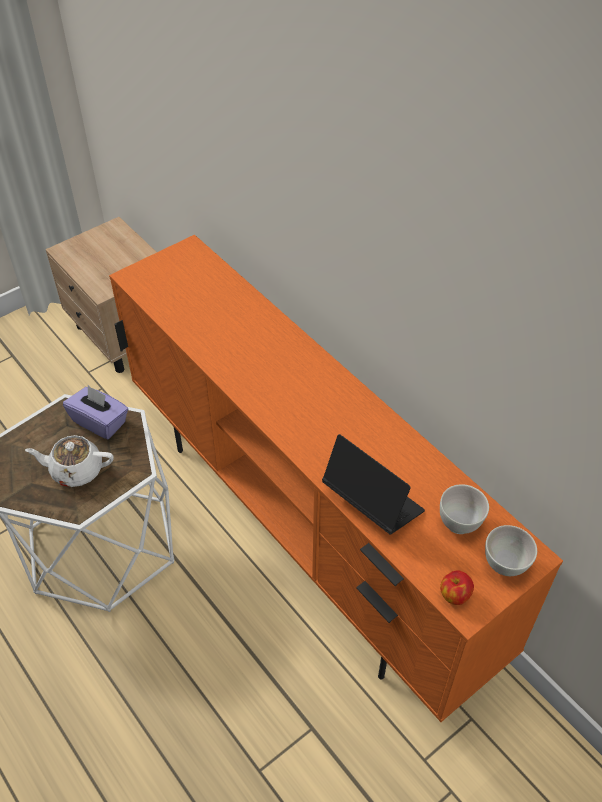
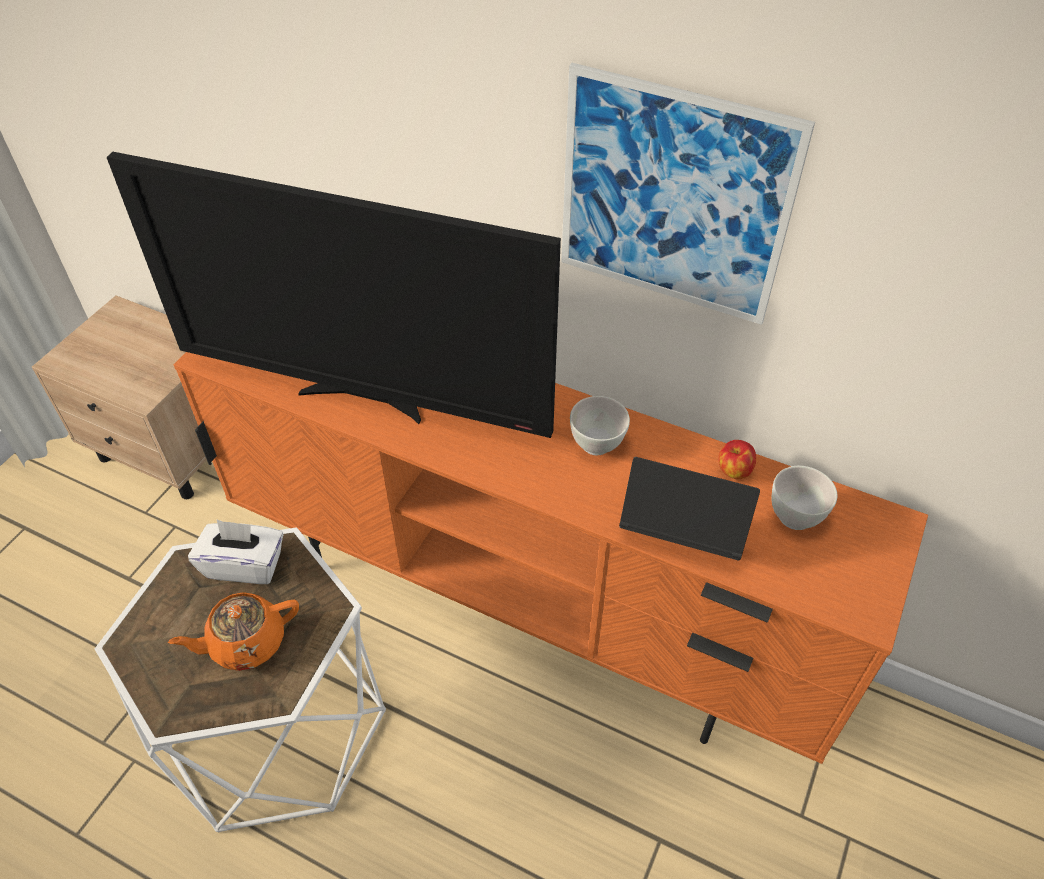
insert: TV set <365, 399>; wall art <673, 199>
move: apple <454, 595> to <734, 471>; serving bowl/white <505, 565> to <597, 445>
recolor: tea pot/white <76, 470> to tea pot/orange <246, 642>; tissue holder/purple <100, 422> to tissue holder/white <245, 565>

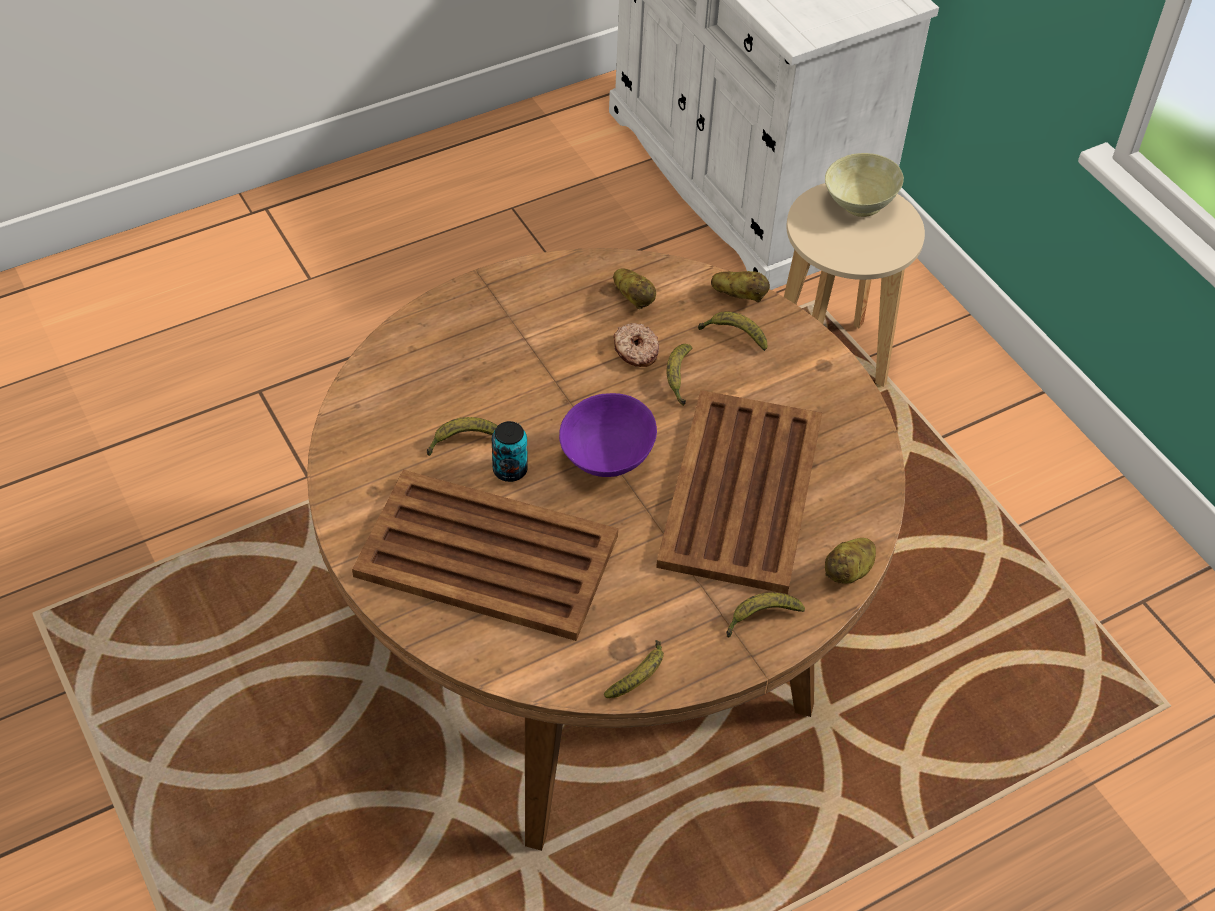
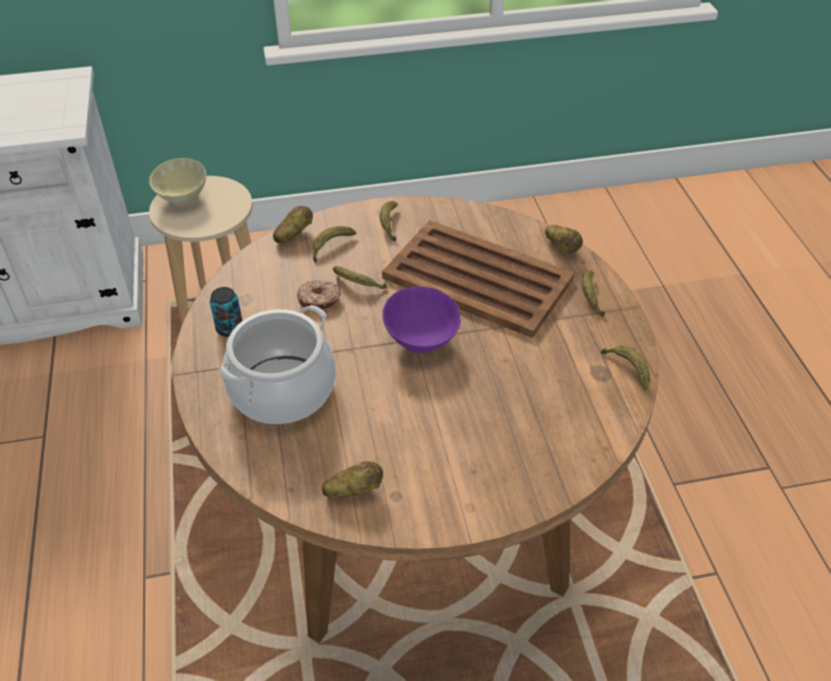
delete: carrying tray/brown <489, 557>
insert: saucepot <283, 390>
move: whole banana <463, 441> to <389, 224>; metal can <510, 470> to <229, 328>; potato <634, 298> to <353, 490>

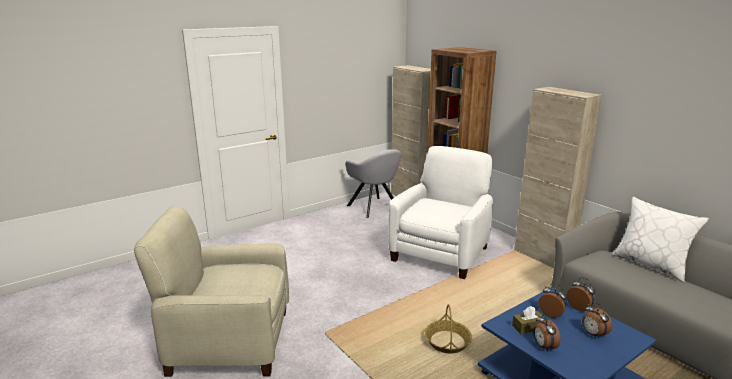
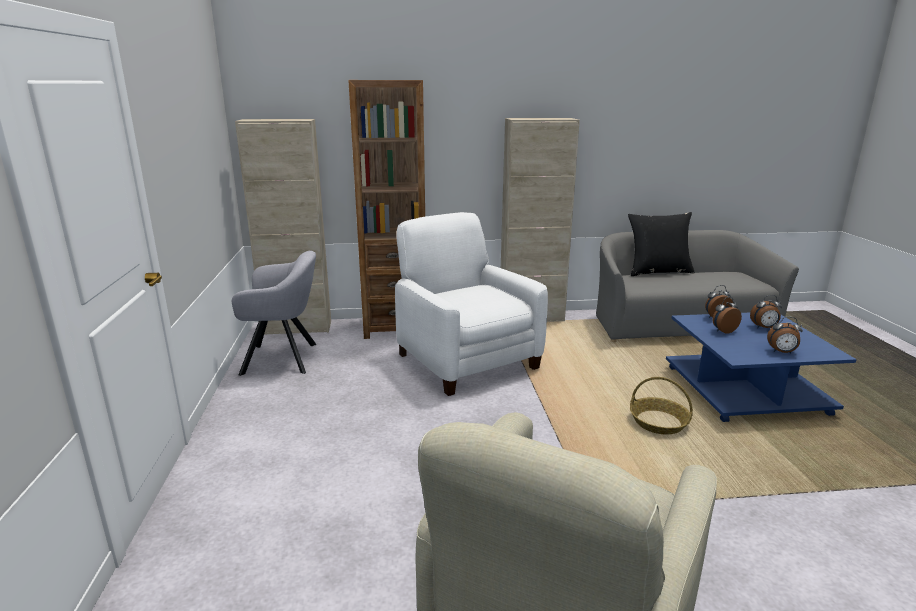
delete: tissue holder/brown <528, 327>
recolor: throw pillow/white <651, 264> to throw pillow/blackish <657, 271>

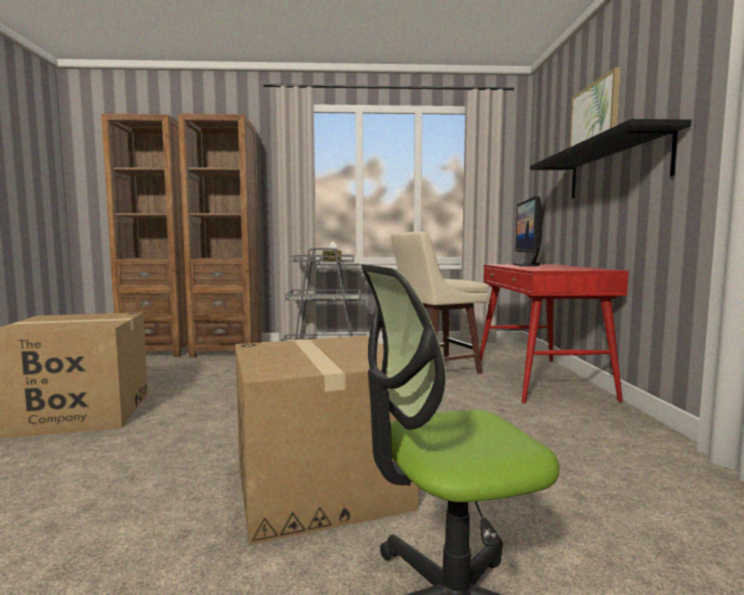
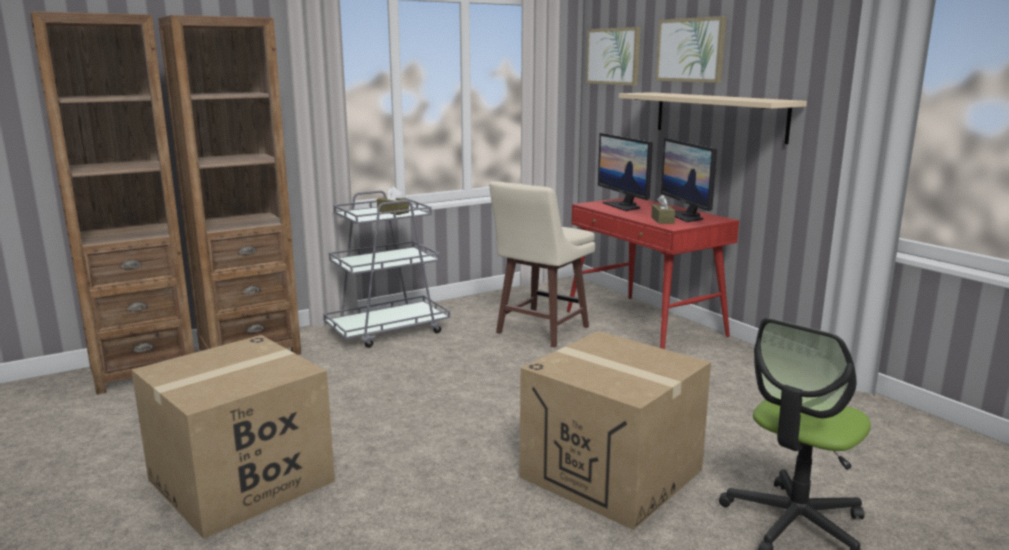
insert: wall art <613, 56>; tissue holder/brown <662, 220>; computer display <686, 216>
recolor: wall shelf/blackish <615, 168> to wall shelf/sand-coloured <719, 116>

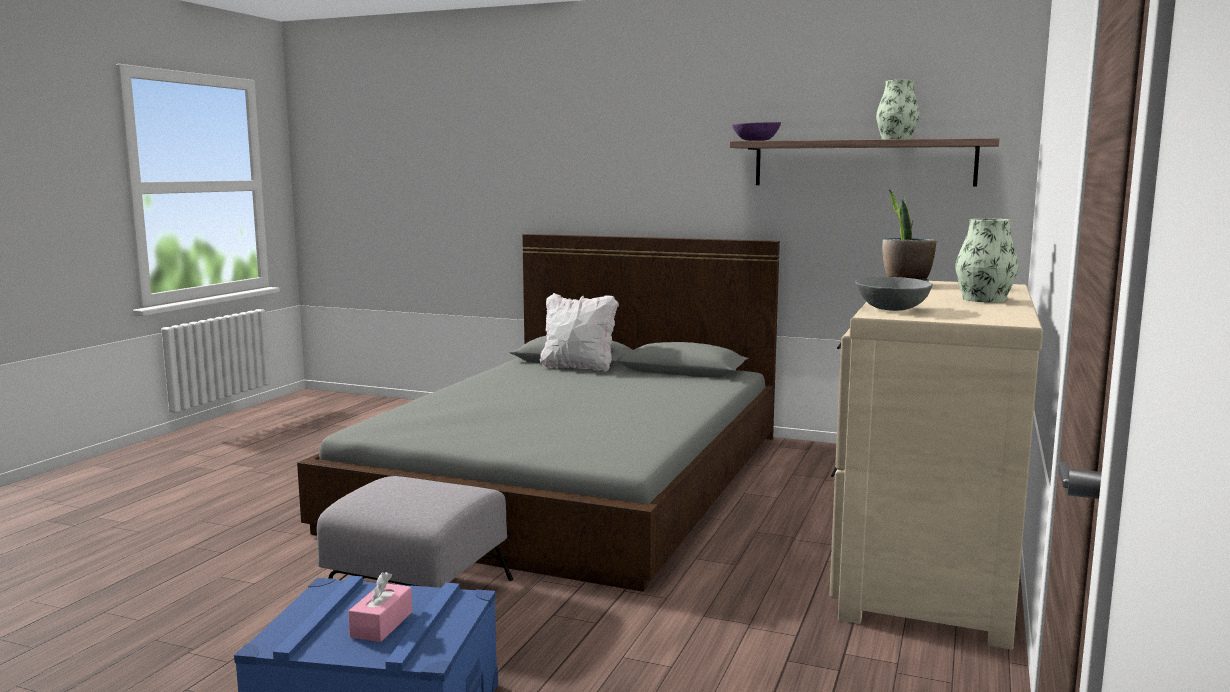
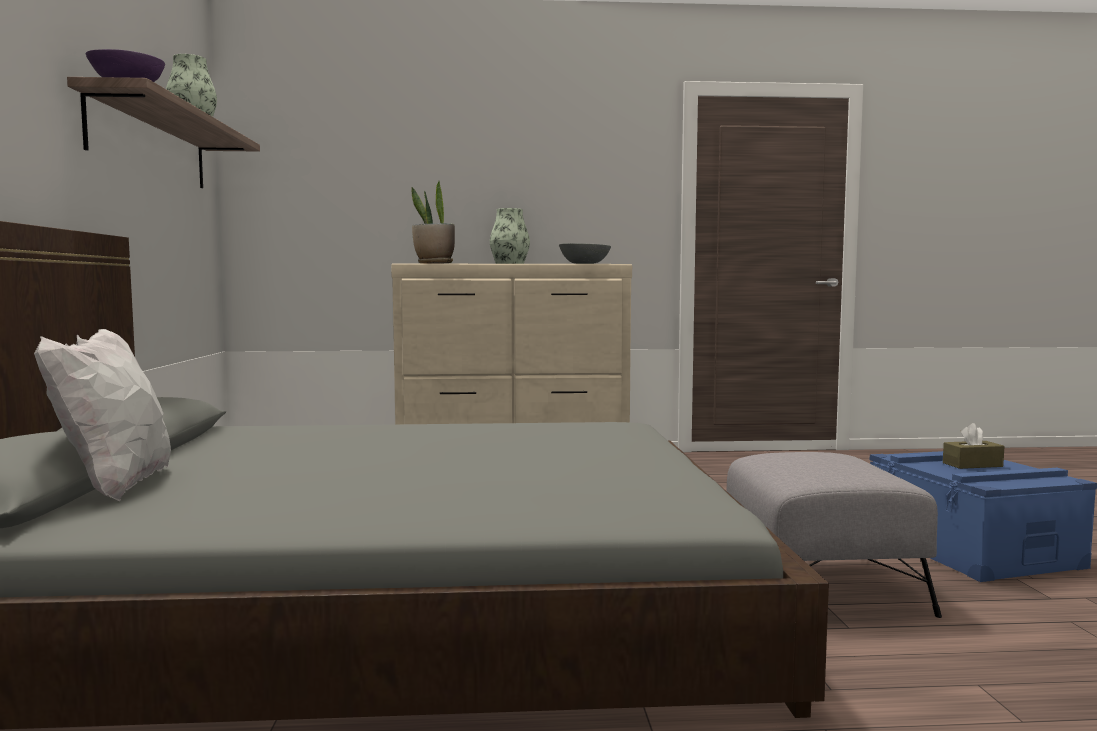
recolor: tissue holder/pinkish <381, 624> to tissue holder/brown <972, 465>

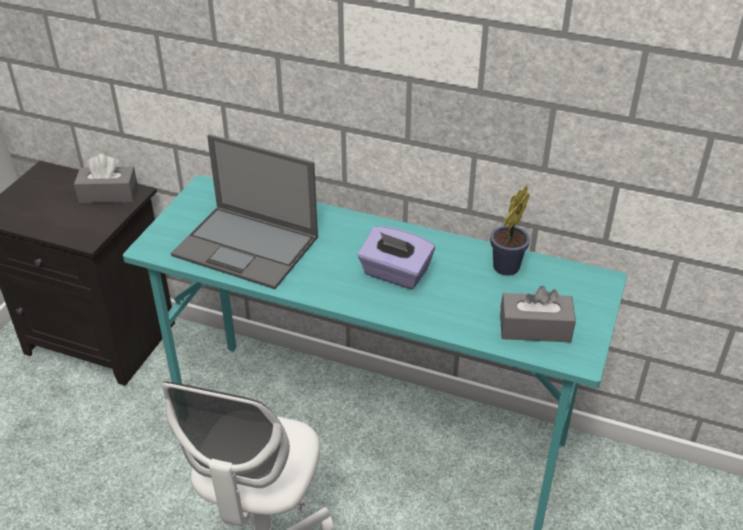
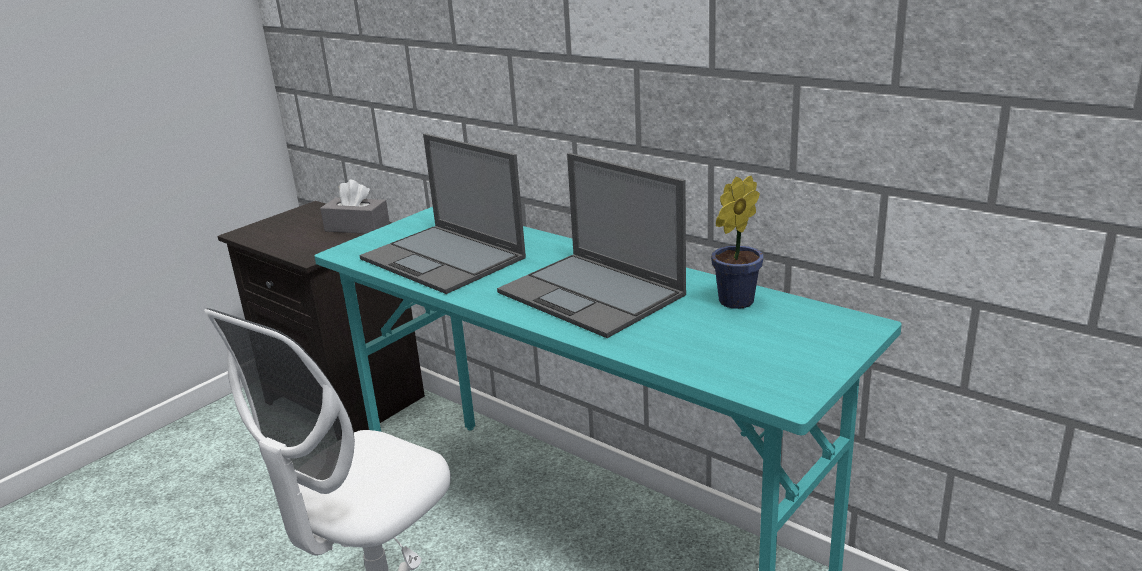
delete: tissue holder/grey <535, 328>
replace: tissue holder/purple <395, 274> to notebook computer <593, 294>

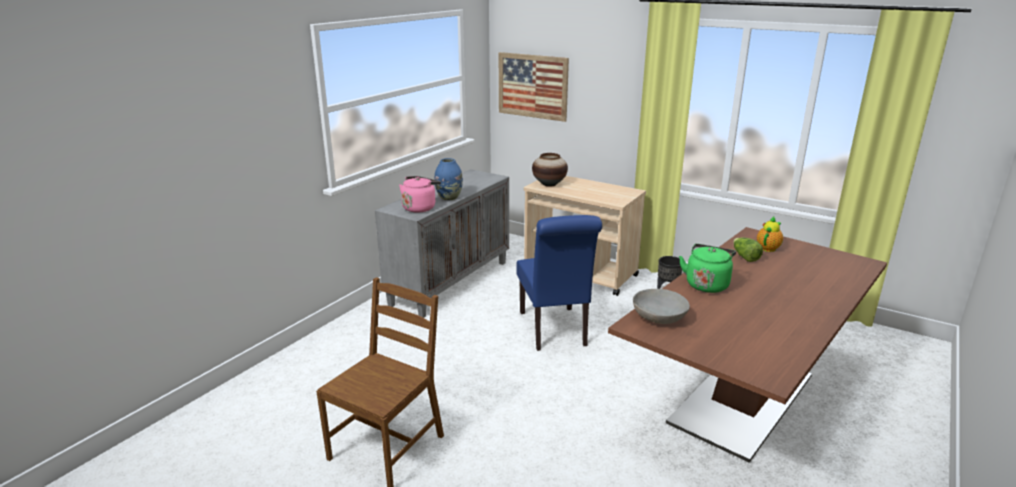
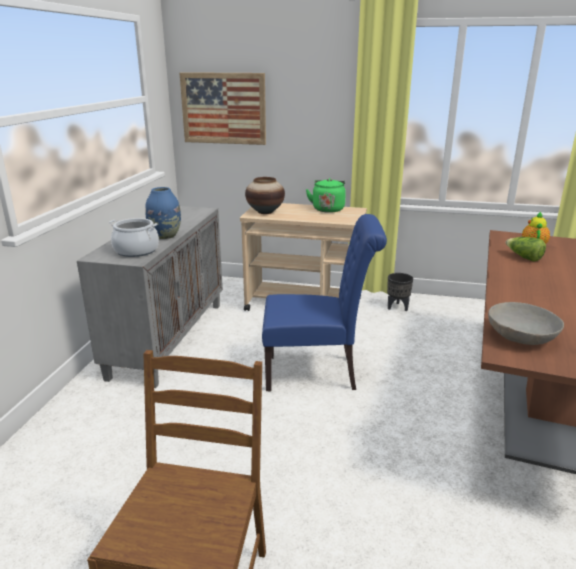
move: tea kettle/green <707, 284> to <328, 209>
replace: tea kettle/pinkish <420, 207> to saucepot <136, 250>
rotate: upright chair/blue-coloured <554, 331> = <317, 373> 60 degrees counterclockwise

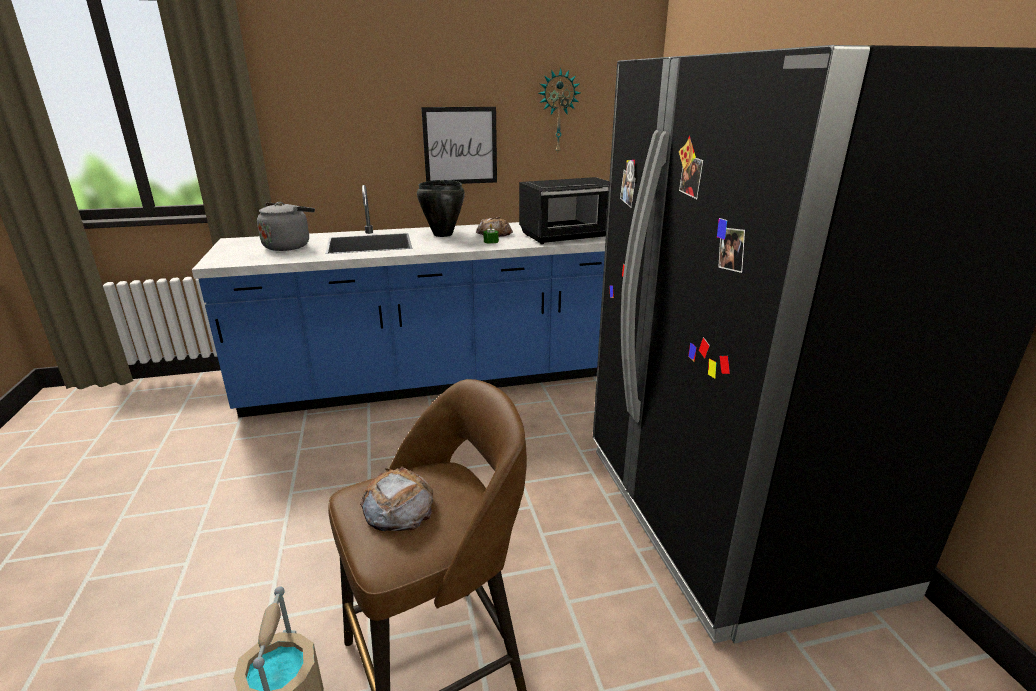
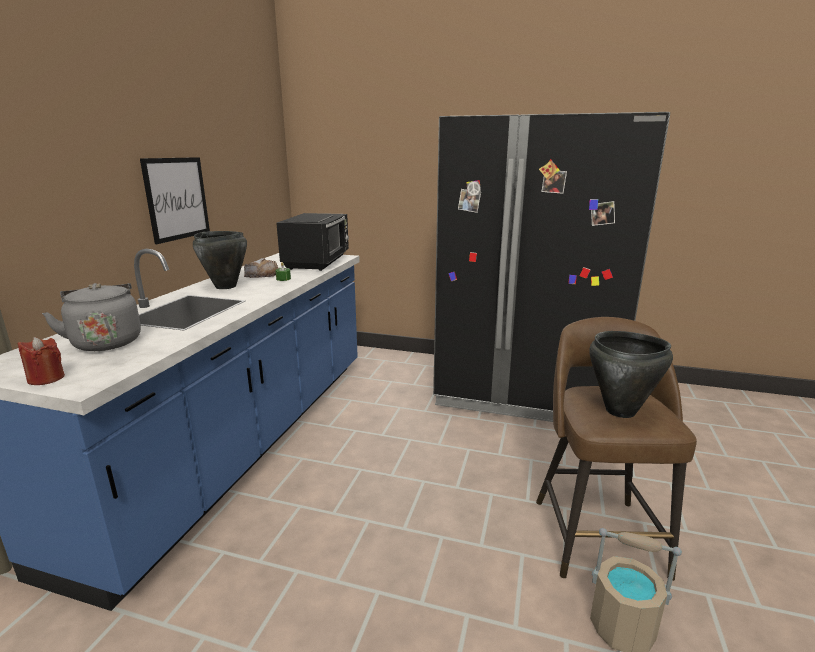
delete: wall clock <558, 112>
insert: wax light/red <46, 378>
replace: bread <397, 507> to saucepot/blackish <620, 411>

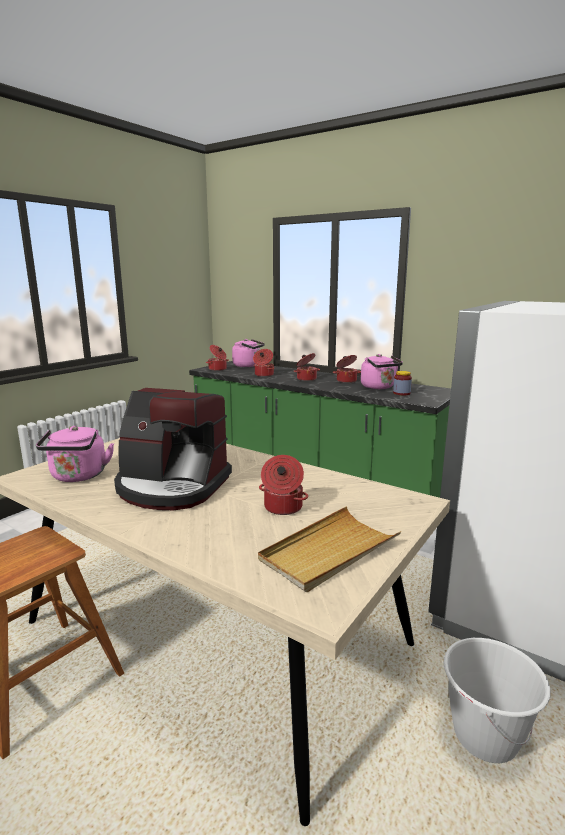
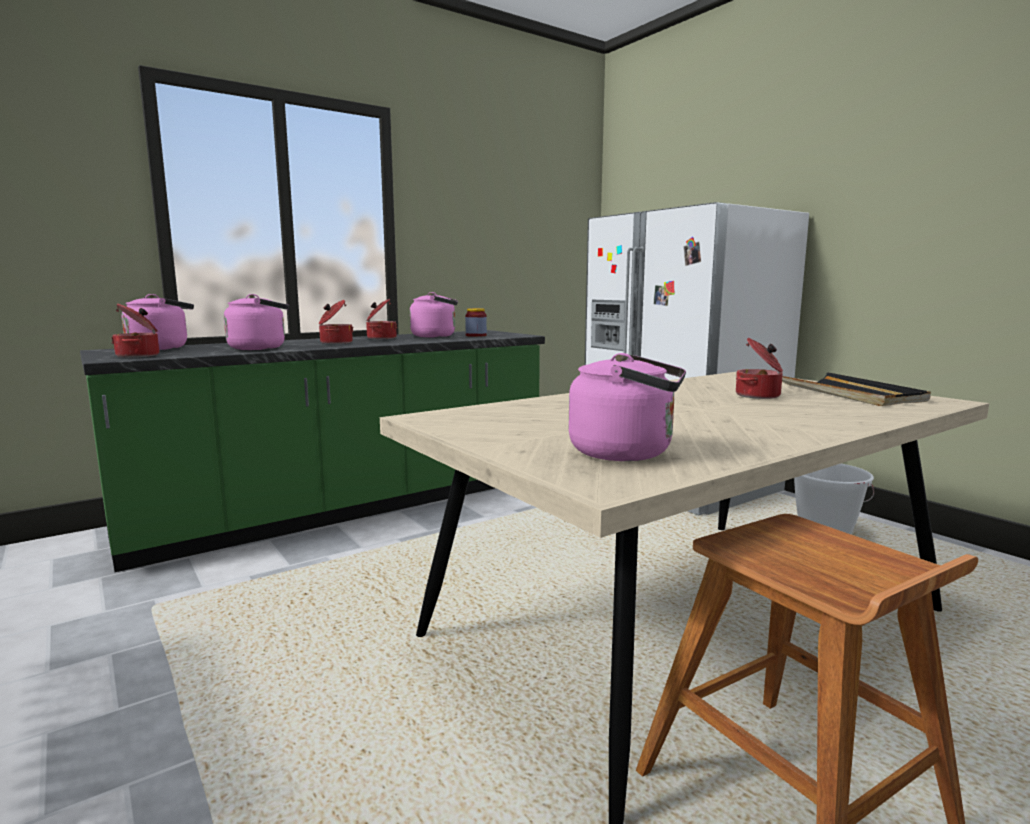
delete: coffee maker <172, 486>
replace: saucepot <263, 375> to tea kettle/pinkish <261, 348>
recolor: carrying tray/sand-coloured <329, 551> to carrying tray/blackish <850, 394>

